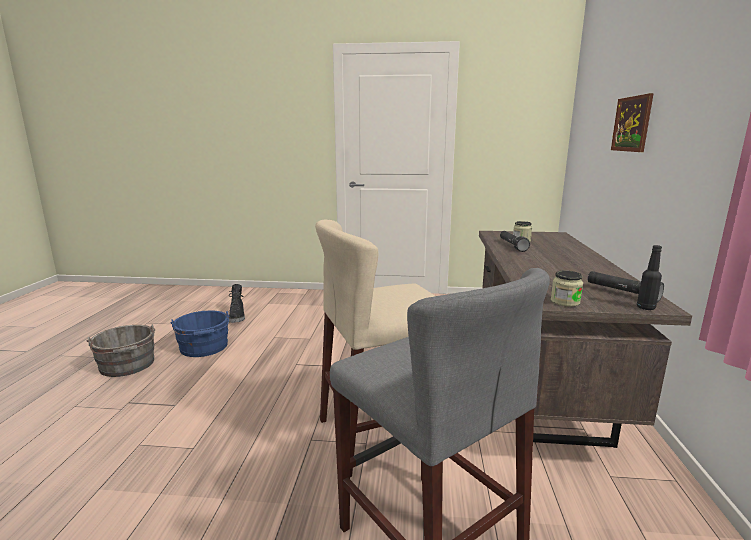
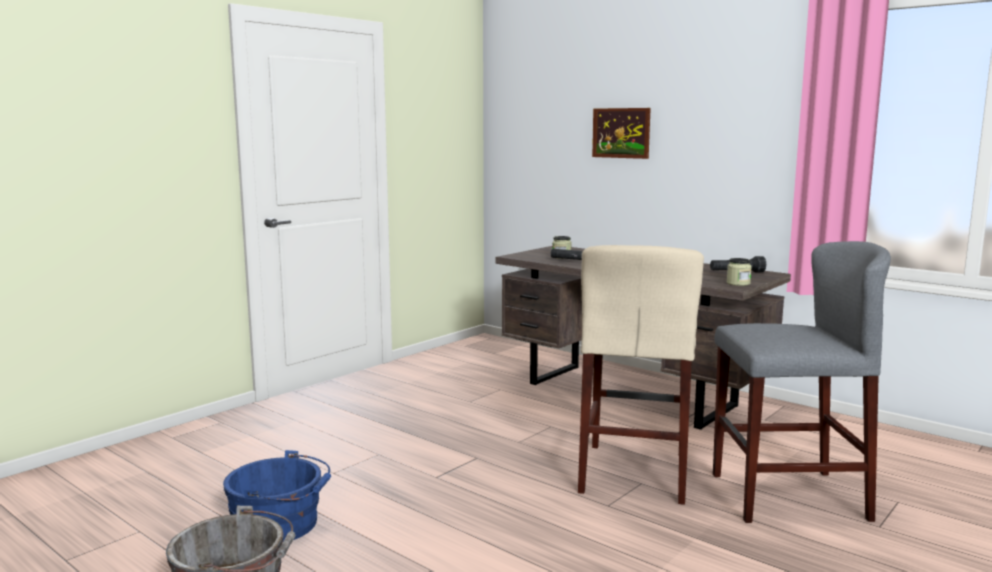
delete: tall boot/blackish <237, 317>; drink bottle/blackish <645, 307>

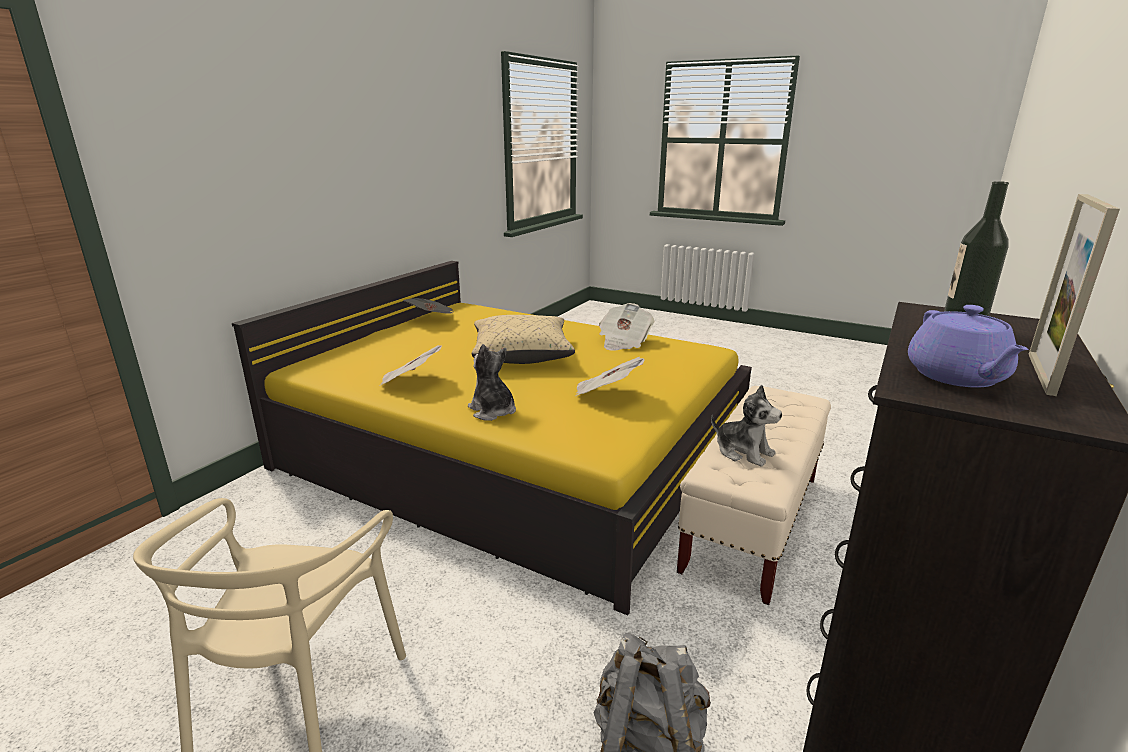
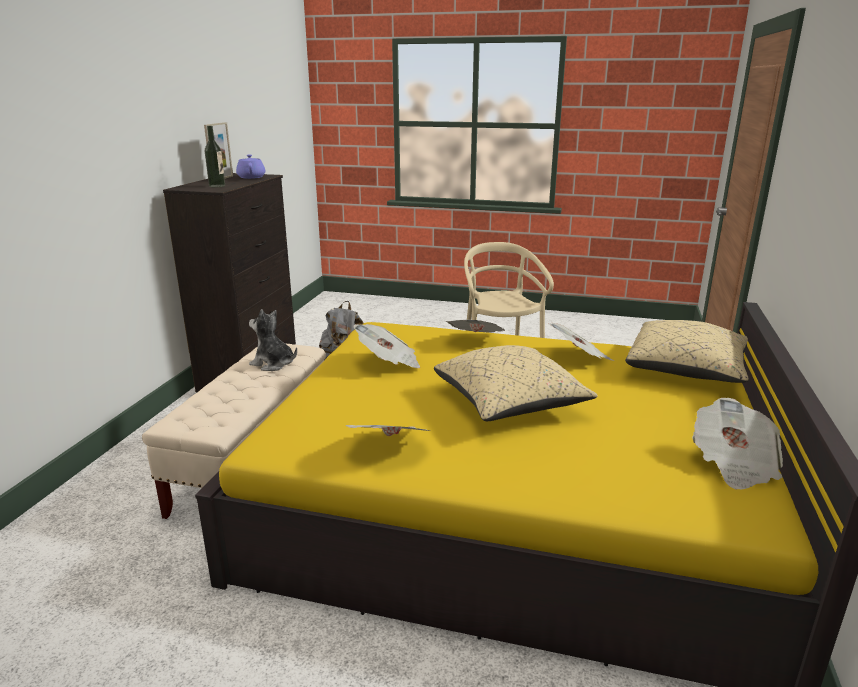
insert: throw pillow/sand-coloured <686, 369>
replace: cuddly toy <493, 411> to daily paper <476, 342>

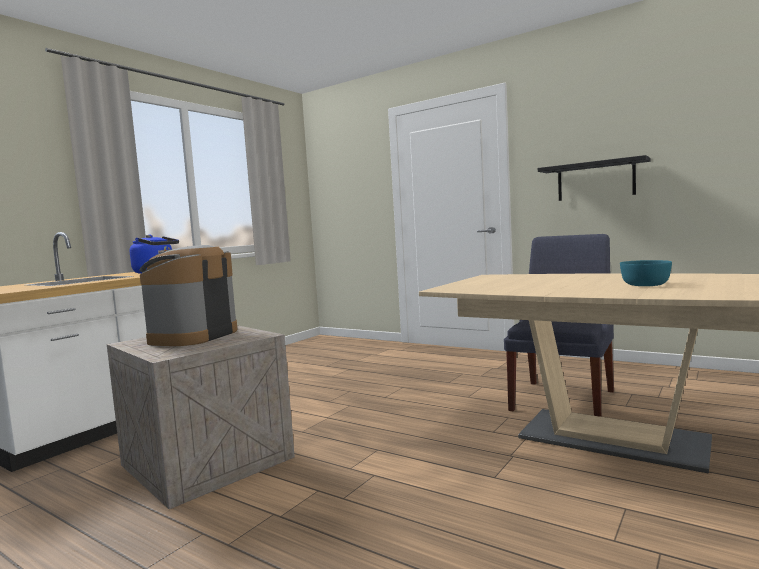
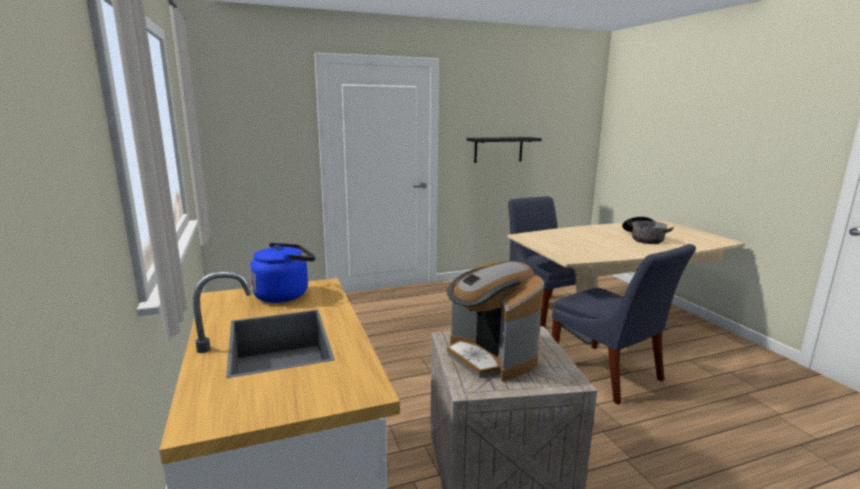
insert: upright chair/blue-coloured <608, 375>
replace: serving bowl/turquoise <644, 284> to saucepot <643, 238>

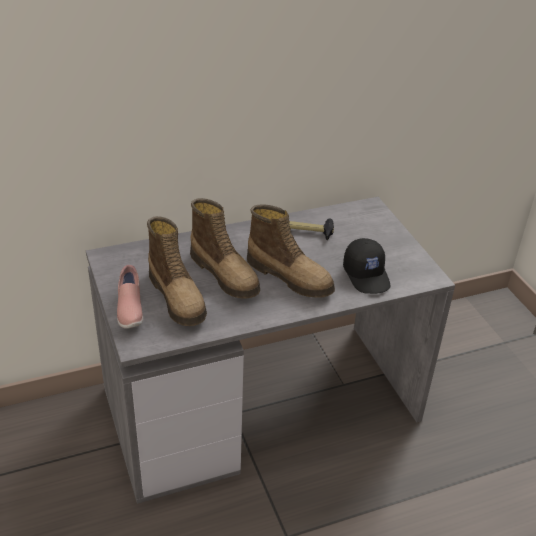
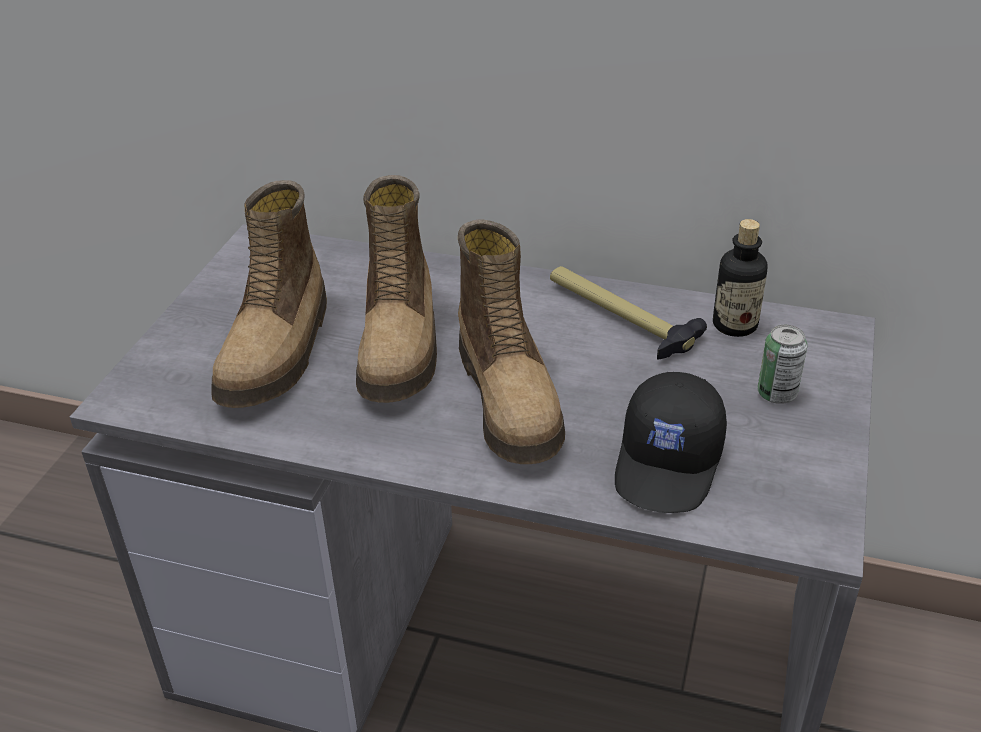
delete: item of footwear/pinkish <129, 309>
insert: drink bottle <734, 325>; metal can <776, 394>

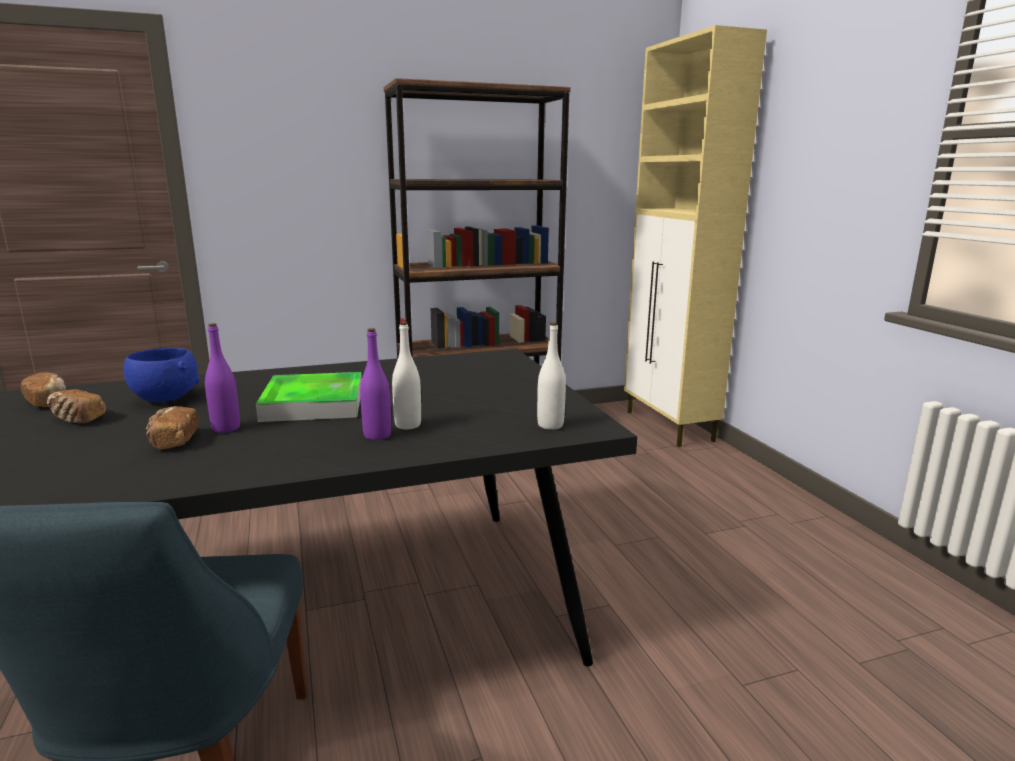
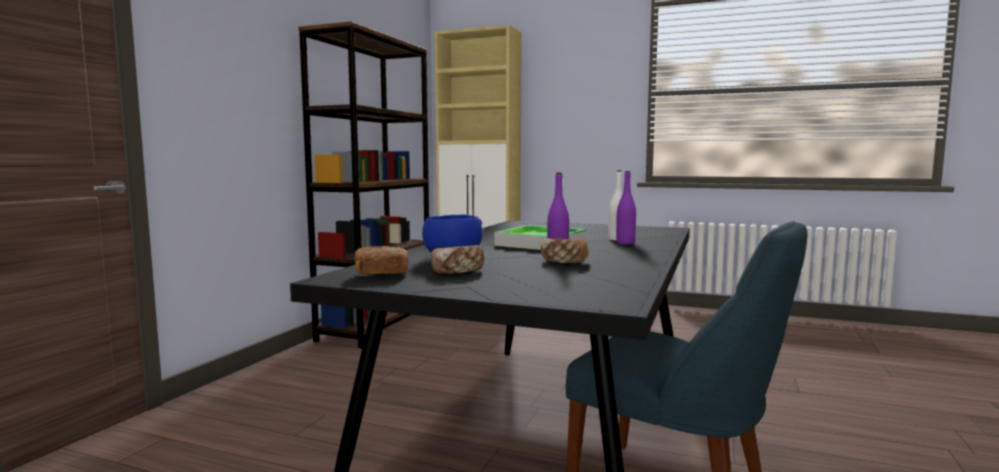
delete: drink bottle/white <550, 425>

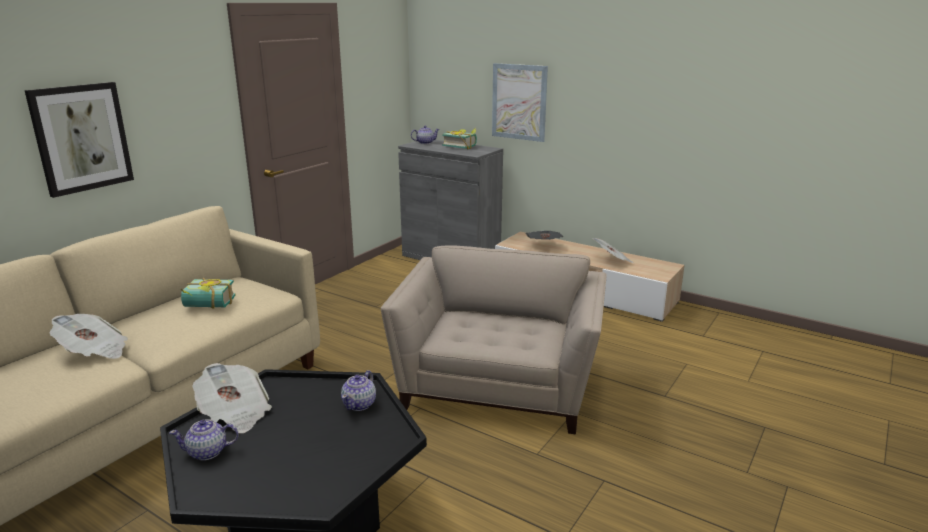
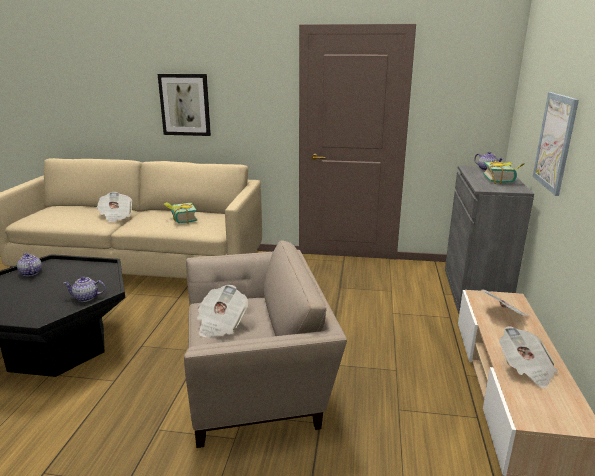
move: daily paper <235, 413> to <221, 324>

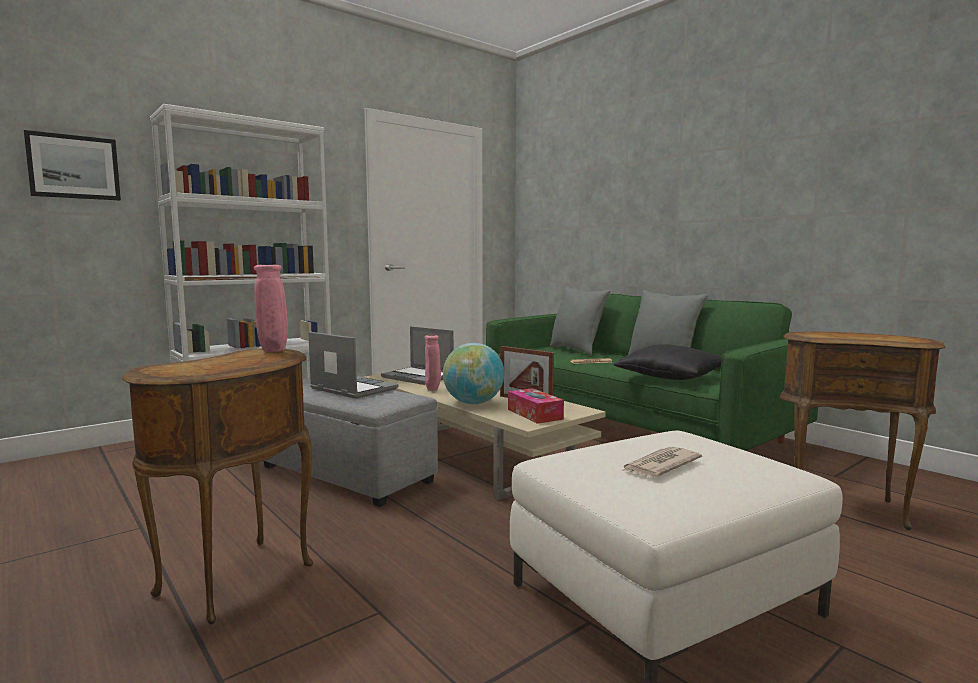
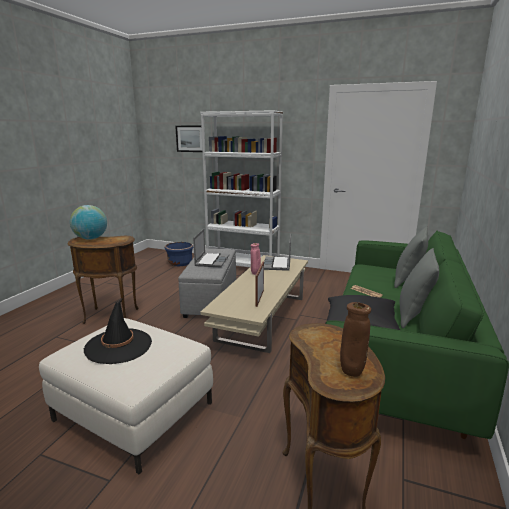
delete: decorative vase/pinkish <273, 351>; tissue holder <534, 414>
insert: plant pot/blue-coloured <180, 263>; decorative vase/brown <352, 373>
move: world globe <473, 403> to <91, 238>
replace: daily paper <659, 466> to wearable hat/blackish <118, 346>

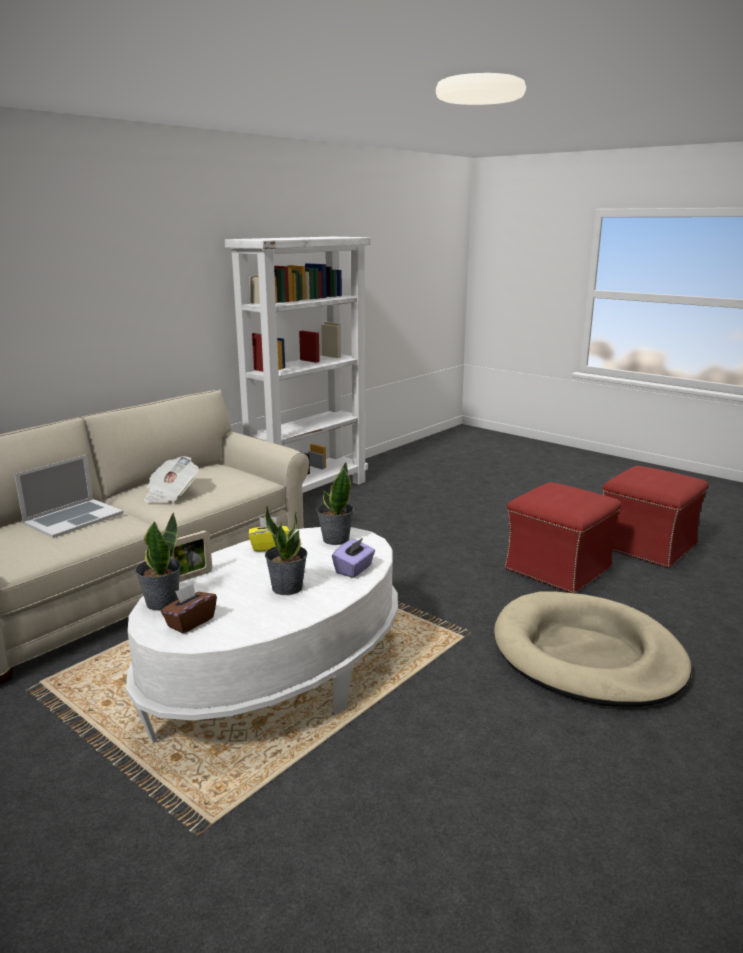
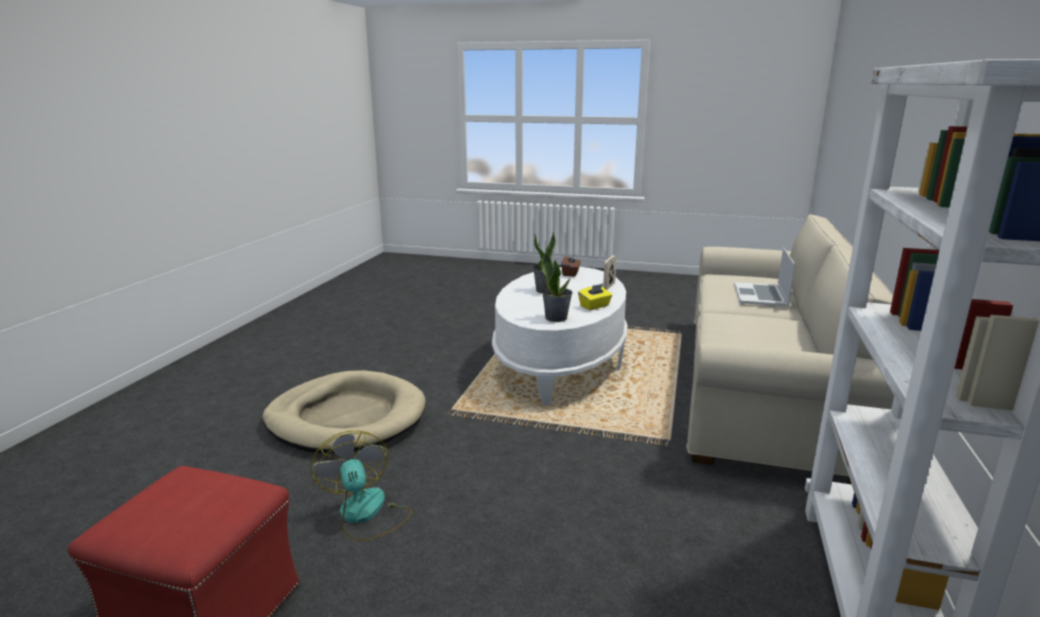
delete: houseplant <161, 602>; daily paper <171, 495>; tissue holder/purple <354, 569>
replace: ottoman/red <559, 569> to electric fan <366, 514>

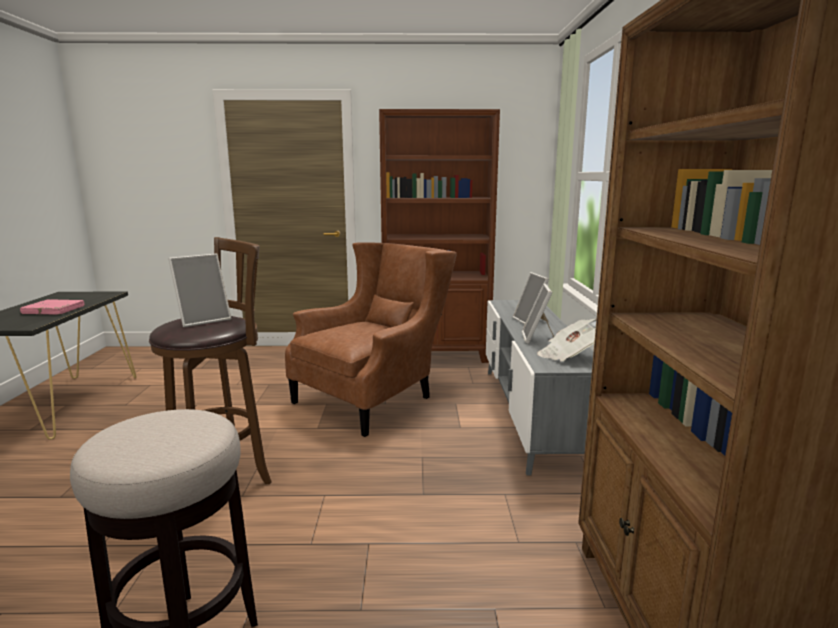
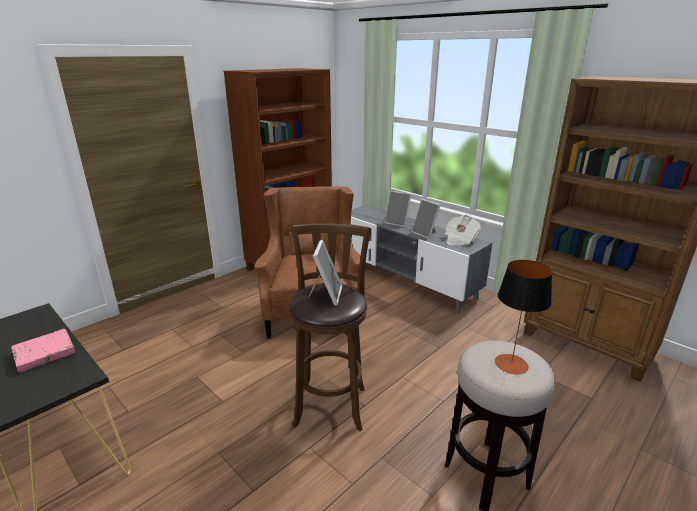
insert: tabletop lamp <511, 364>

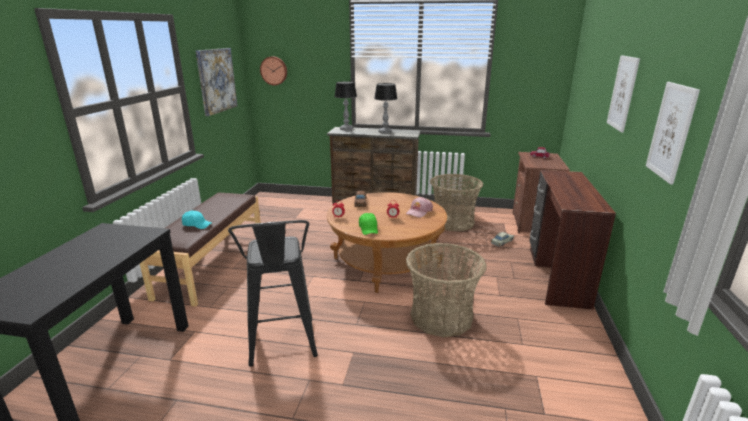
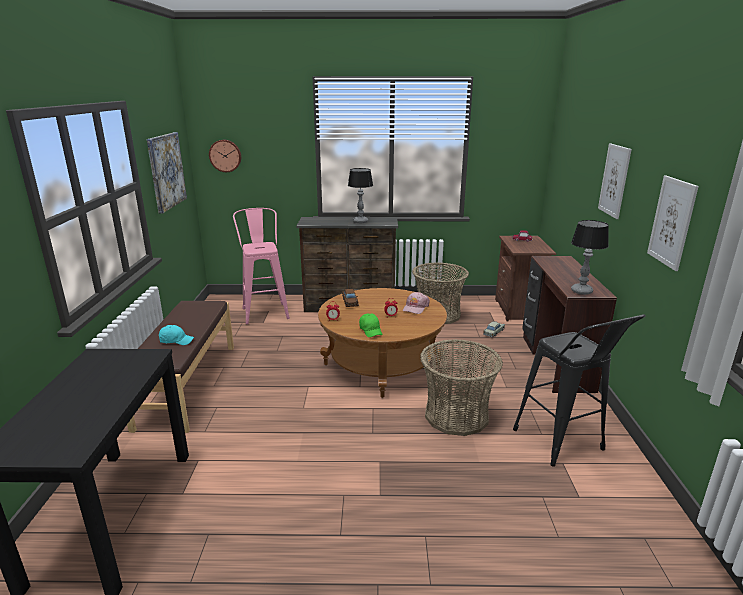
insert: sitting stool/pinkish <265, 311>
move: sitting stool/blackish <282, 347> to <563, 445>; tabletop lamp <346, 129> to <581, 291>

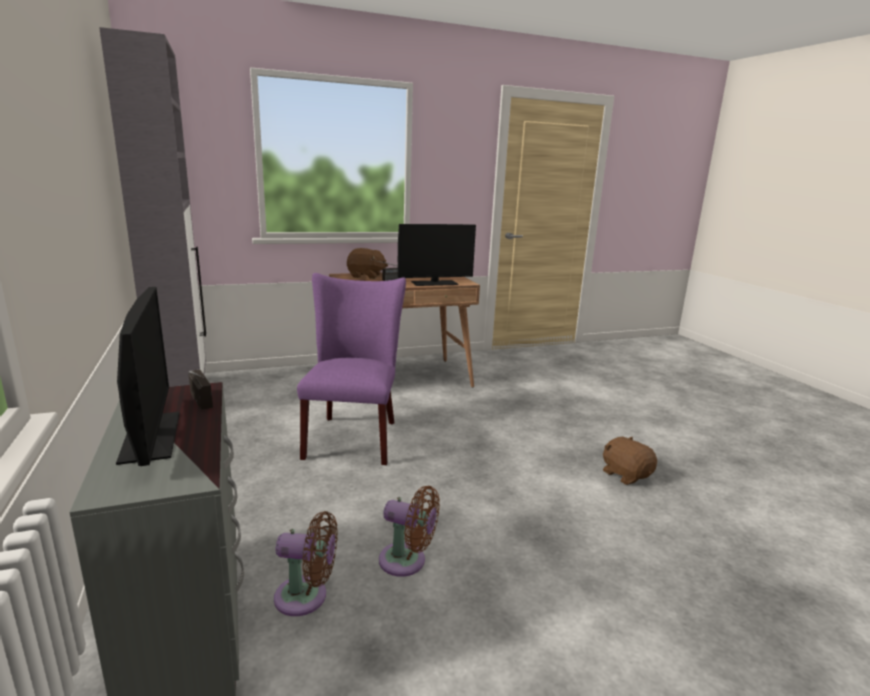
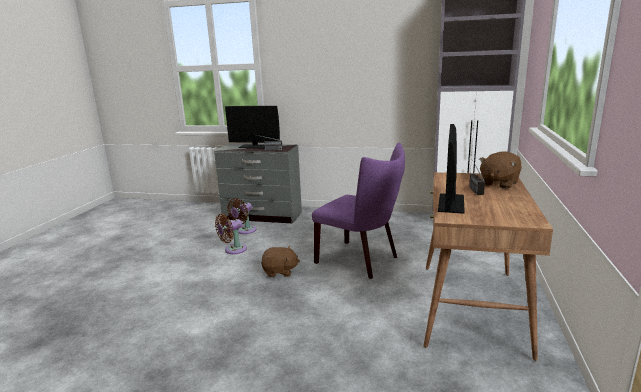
move: cuddly toy/brown <626, 474> to <280, 272>

